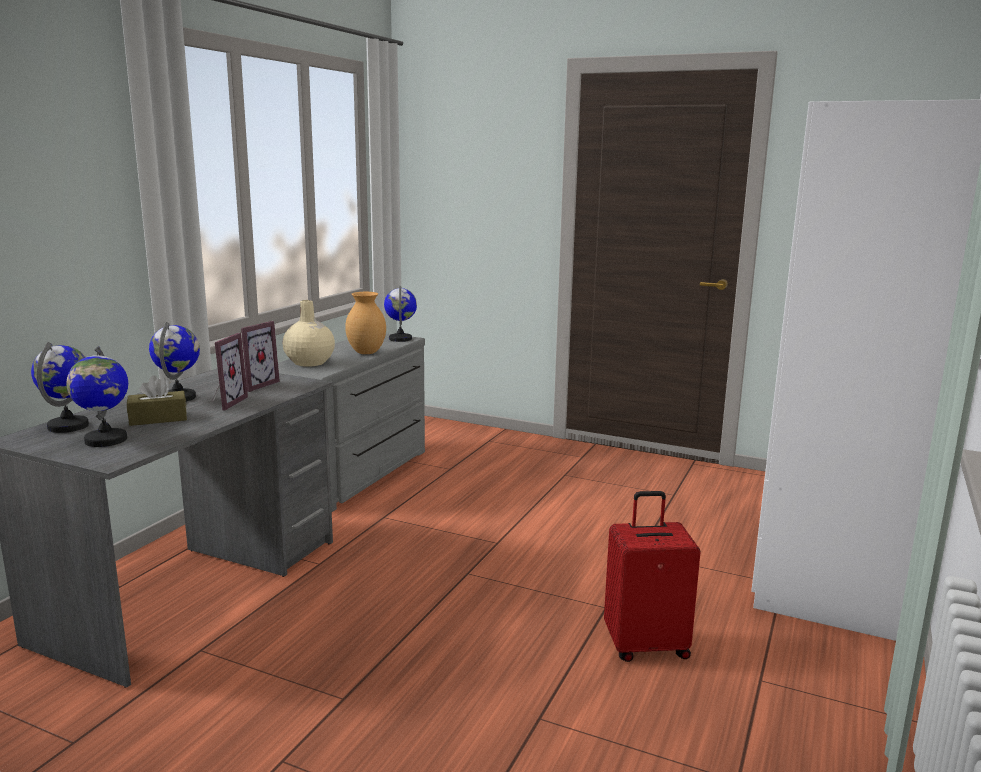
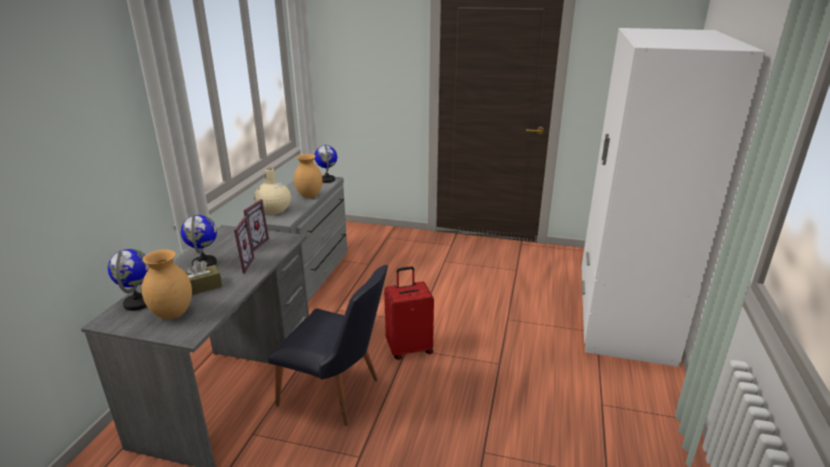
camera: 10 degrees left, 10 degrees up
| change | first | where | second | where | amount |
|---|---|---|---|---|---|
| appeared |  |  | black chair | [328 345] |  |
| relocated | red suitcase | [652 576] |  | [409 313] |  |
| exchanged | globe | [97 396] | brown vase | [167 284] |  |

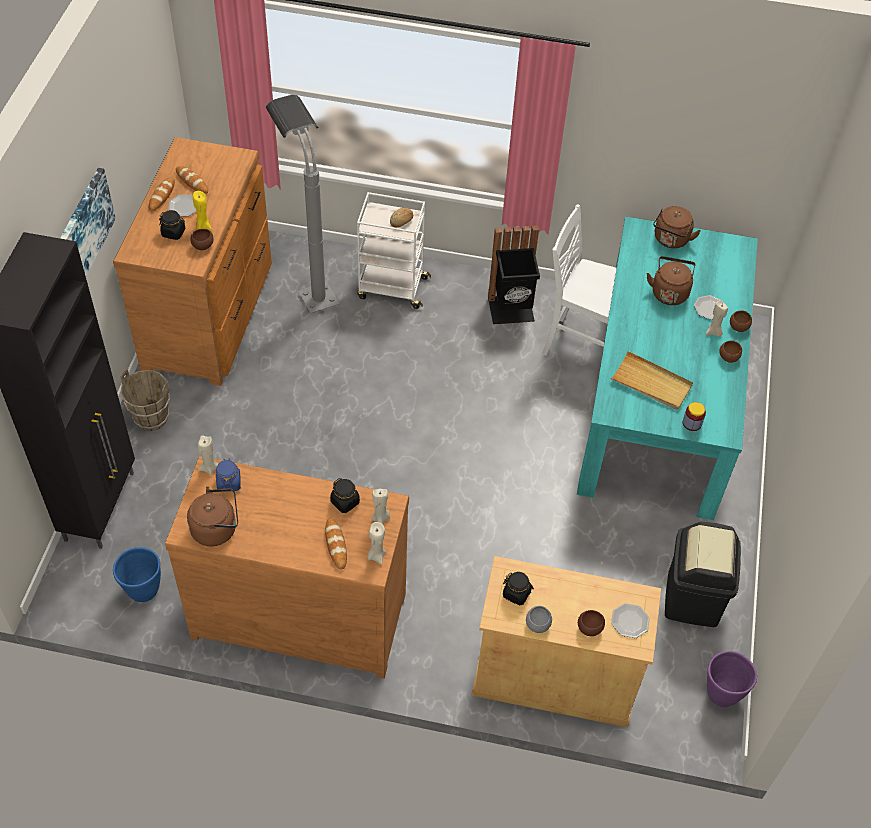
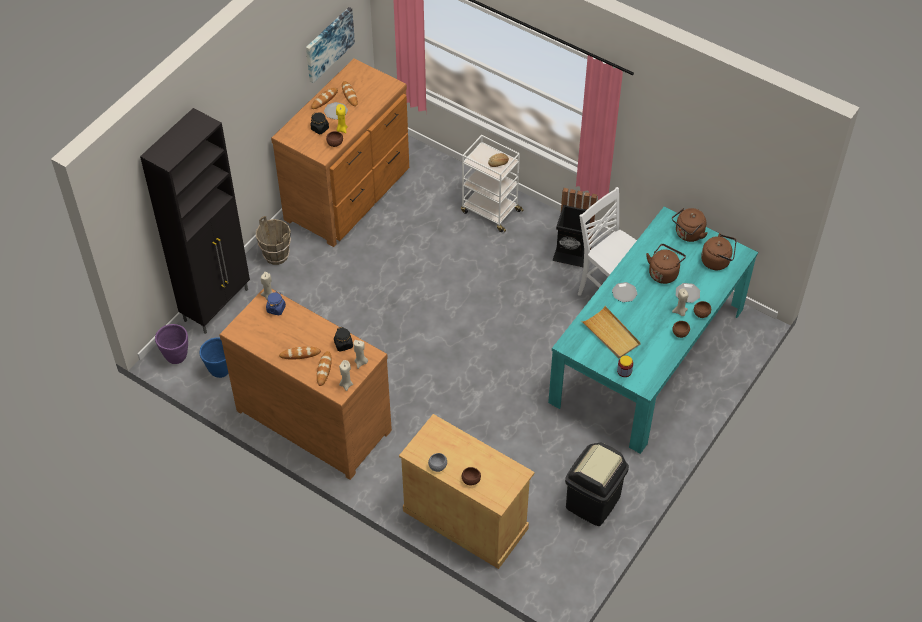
camera: 25 degrees right, 0 degrees up
| change | first | where | second | where | amount |
|---|---|---|---|---|---|
| missing | grey floor lamp | [303 204] |  |  |  |
| missing | black jar | [518 588] |  |  |  |
| appeared |  |  | bread | [300 352] |  |
| relocated | picture | [88 222] |  | [330 45] |  |
| relocated | brown kettle | [212 516] |  | [718 251] |  |
| relocated | plate | [630 620] |  | [624 292] |  |
| relocated | purple planter | [732 679] |  | [171 344] |  |

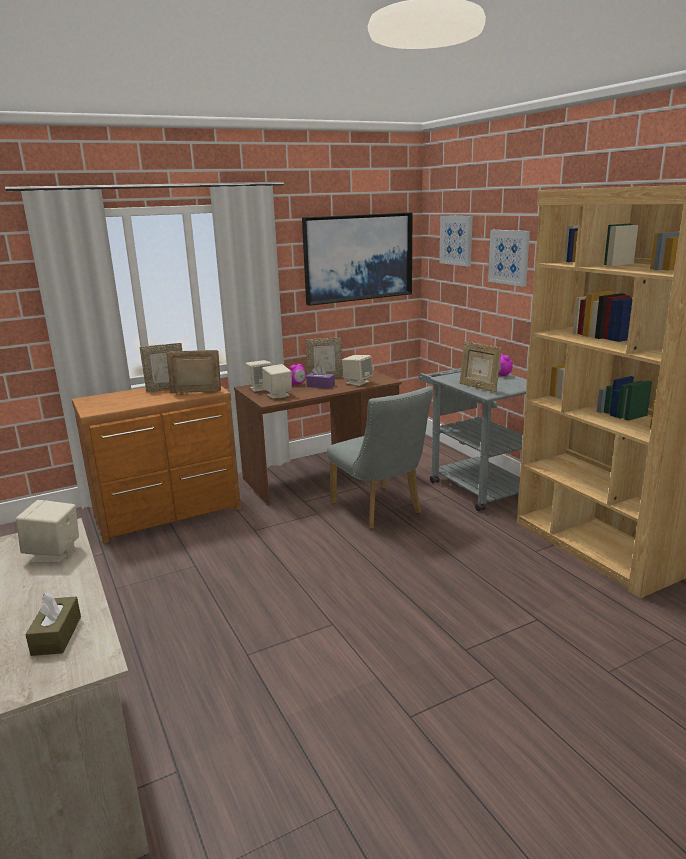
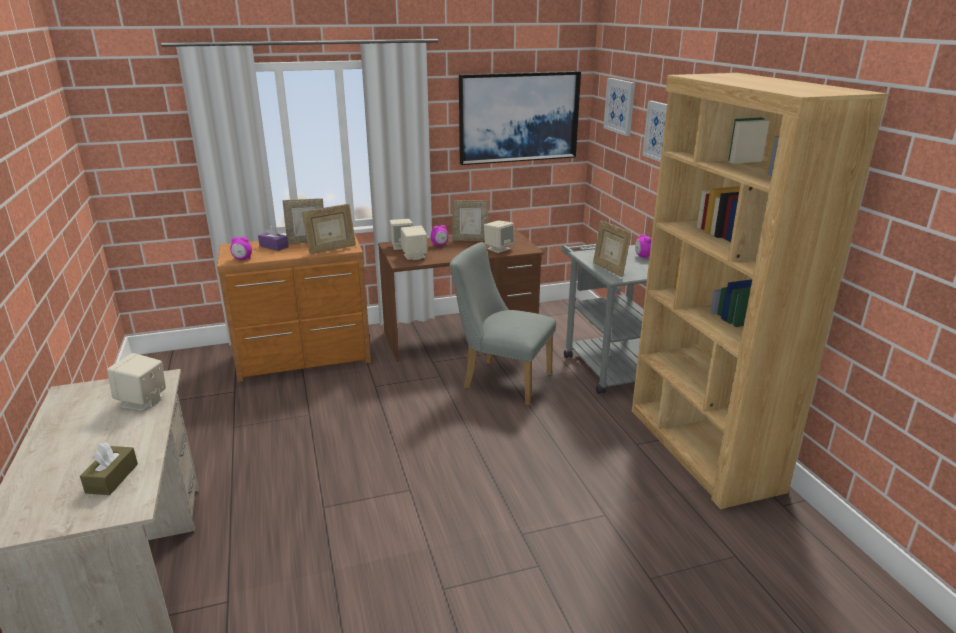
camera: 10 degrees right, 5 degrees up
| change | first | where | second | where | amount |
|---|---|---|---|---|---|
| appeared |  |  | alarm clock | [241 248] |  |
| relocated | purple tissue box | [320 377] |  | [273 238] |  |
| spun | picture frame | [193 371] |  | [329 229] | 150 degrees clockwise |
| spun | grey chair | [380 457] |  | [503 324] | 135 degrees clockwise |

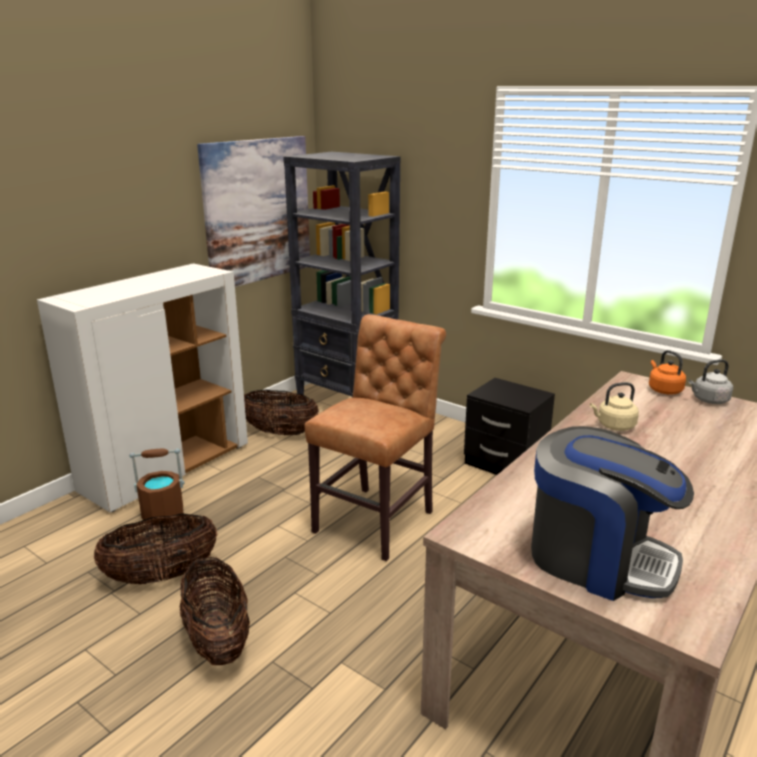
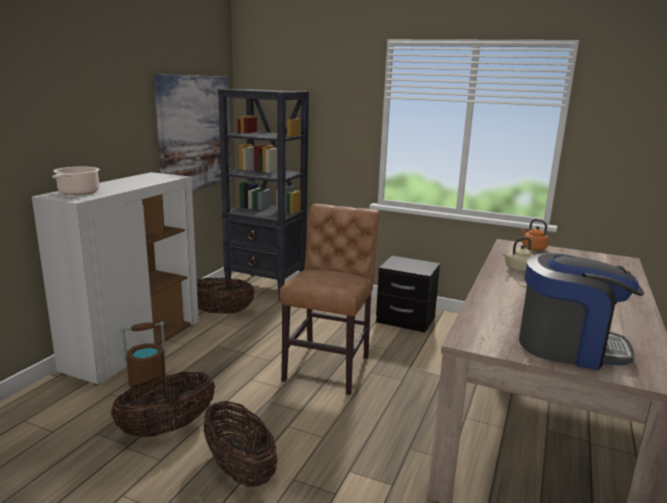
camera: 15 degrees left, 5 degrees down
| change | first | where | second | where | amount |
|---|---|---|---|---|---|
| missing | grey kettle | [710 381] |  |  |  |
| appeared |  |  | cooking pot | [76 181] |  |

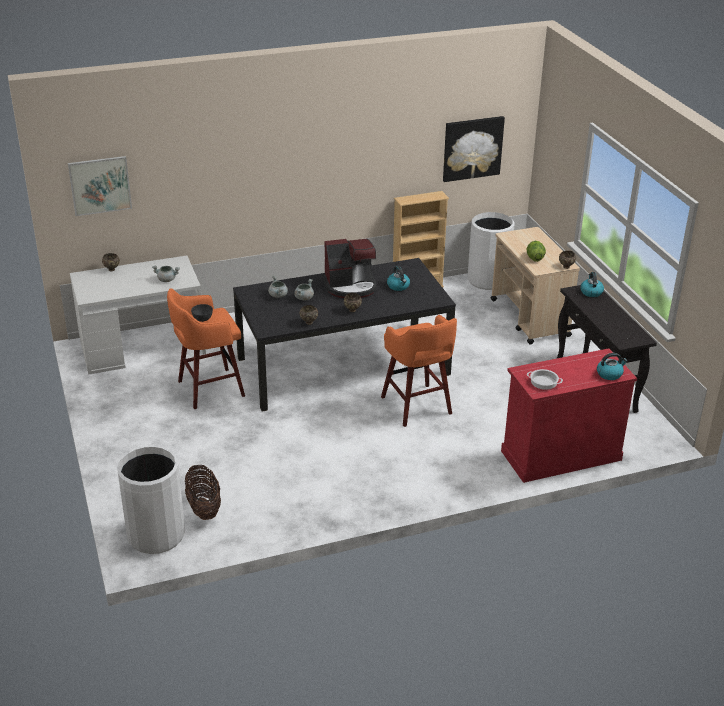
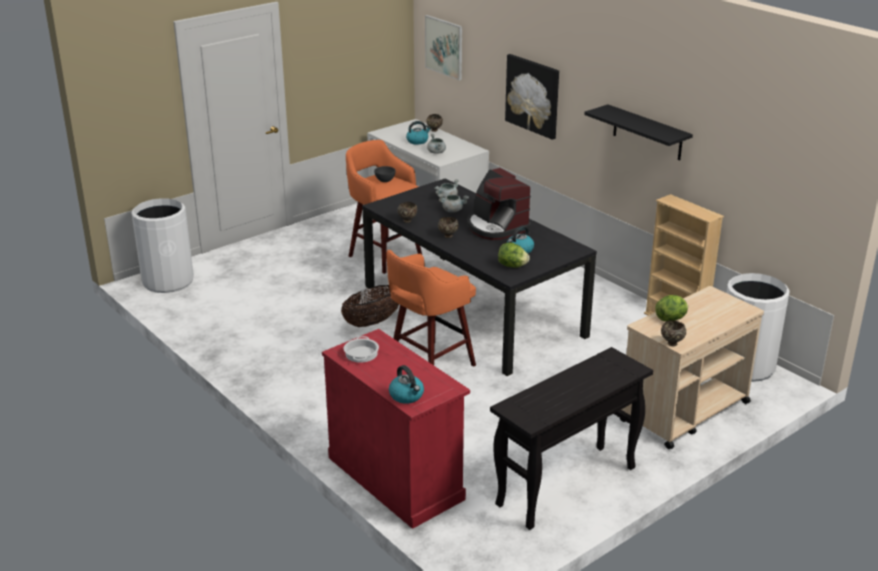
camera: 70 degrees right, 5 degrees down
| change | first | where | second | where | amount |
|---|---|---|---|---|---|
| appeared |  |  | lettuce | [514 255] |  |
| appeared |  |  | black shelf | [638 132] |  |
| relocated | basket | [203 492] |  | [370 306] |  |
| relocated | picture | [474 149] |  | [532 97] |  |
| relocated | kettle | [592 284] |  | [418 133] |  |

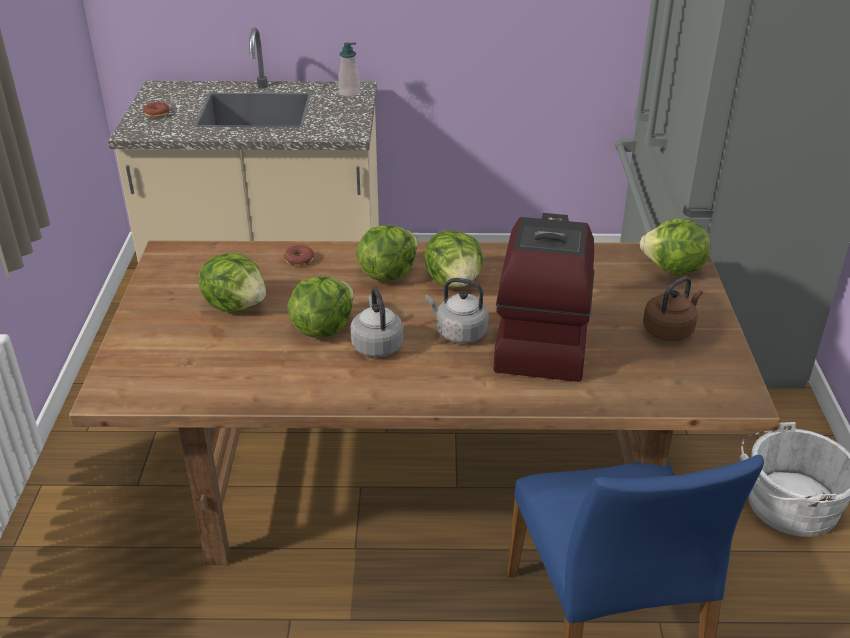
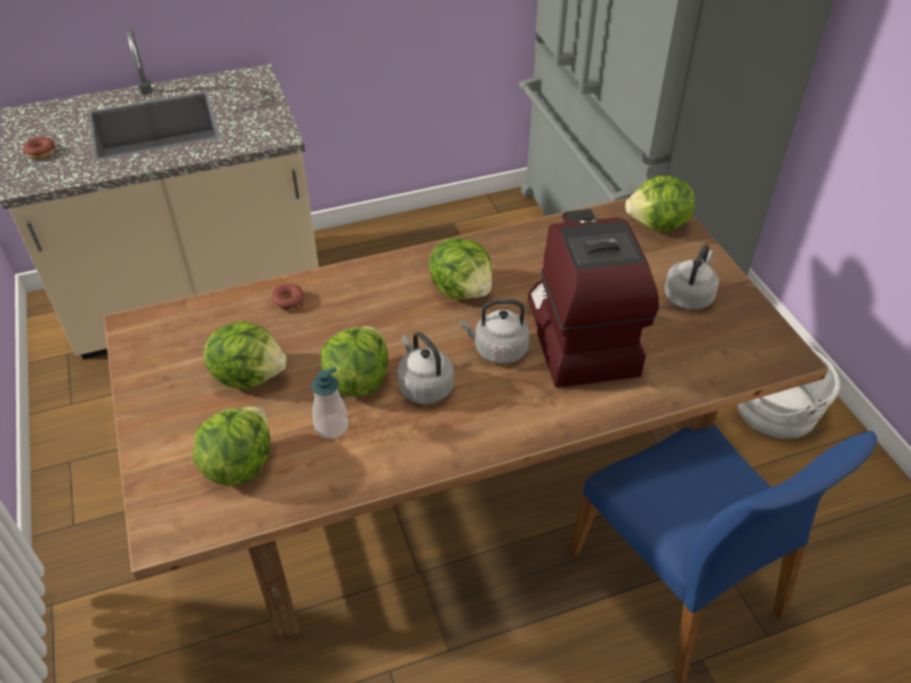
camera: 20 degrees left, 10 degrees up
| change | first | where | second | where | amount |
|---|---|---|---|---|---|
| relocated | soap dispenser | [349 69] |  | [329 403] |  |
| relocated | lettuce | [387 253] |  | [231 446] |  |
| colour | brown kettle | [673 309] | grey kettle | [691 277] |  |

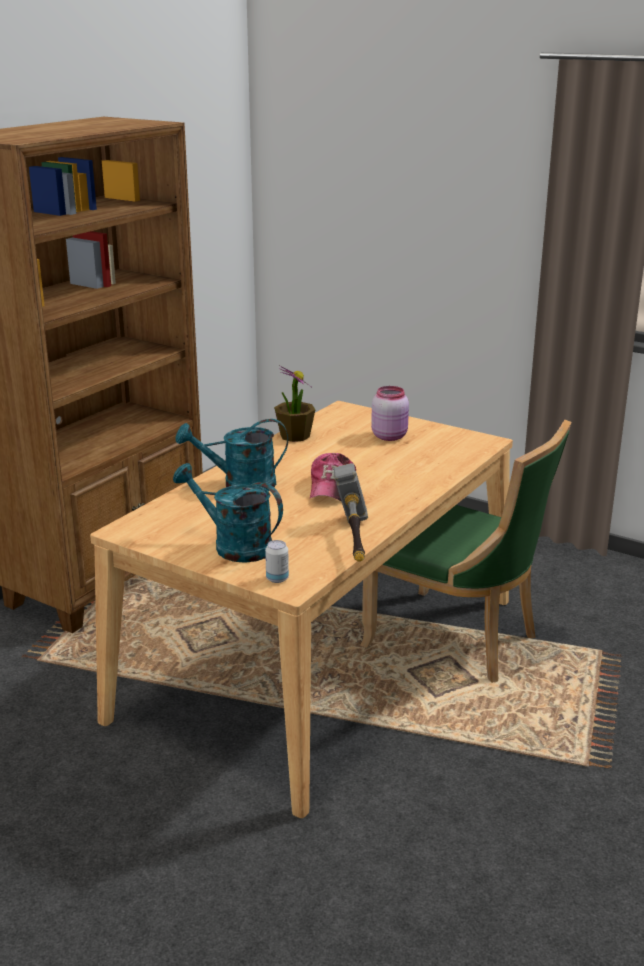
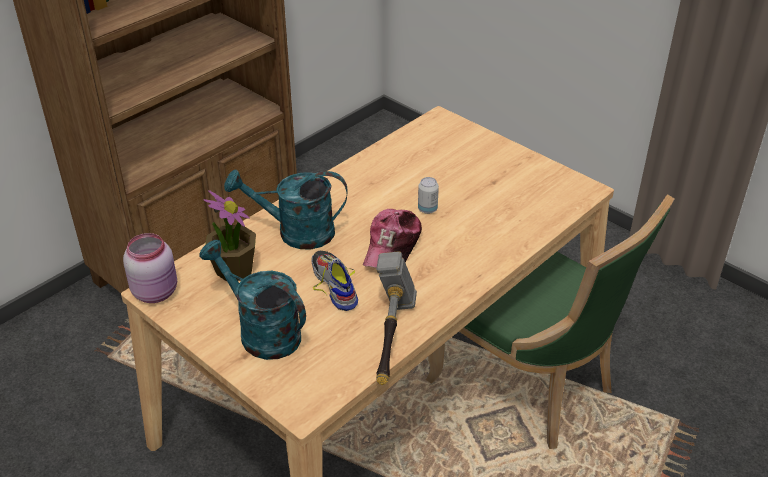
camera: 10 degrees right, 15 degrees up
| change | first | where | second | where | amount |
|---|---|---|---|---|---|
| appeared |  |  | shoe | [334 281] |  |
| relocated | can | [277 561] |  | [428 195] |  |
| relocated | potted plant | [294 403] |  | [229 235] |  |
| relocated | pink jar | [390 413] |  | [150 268] |  |

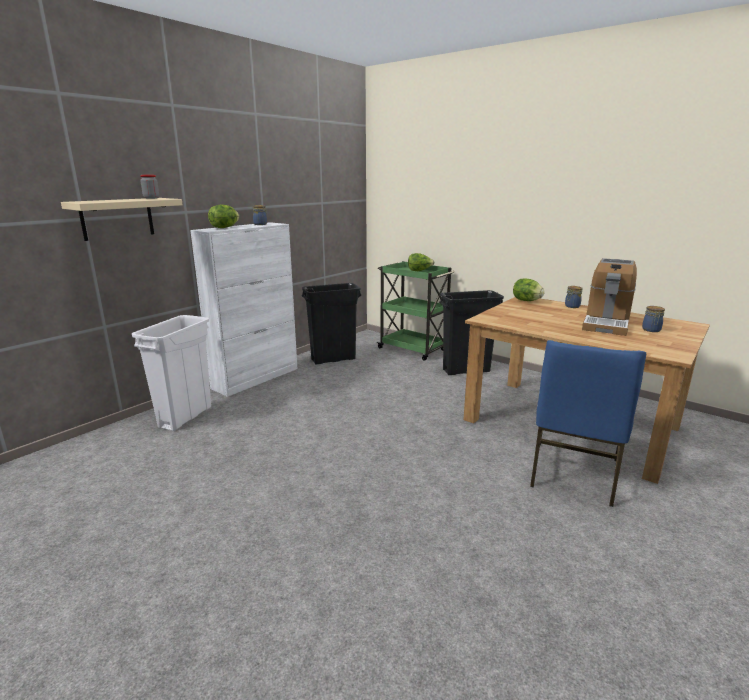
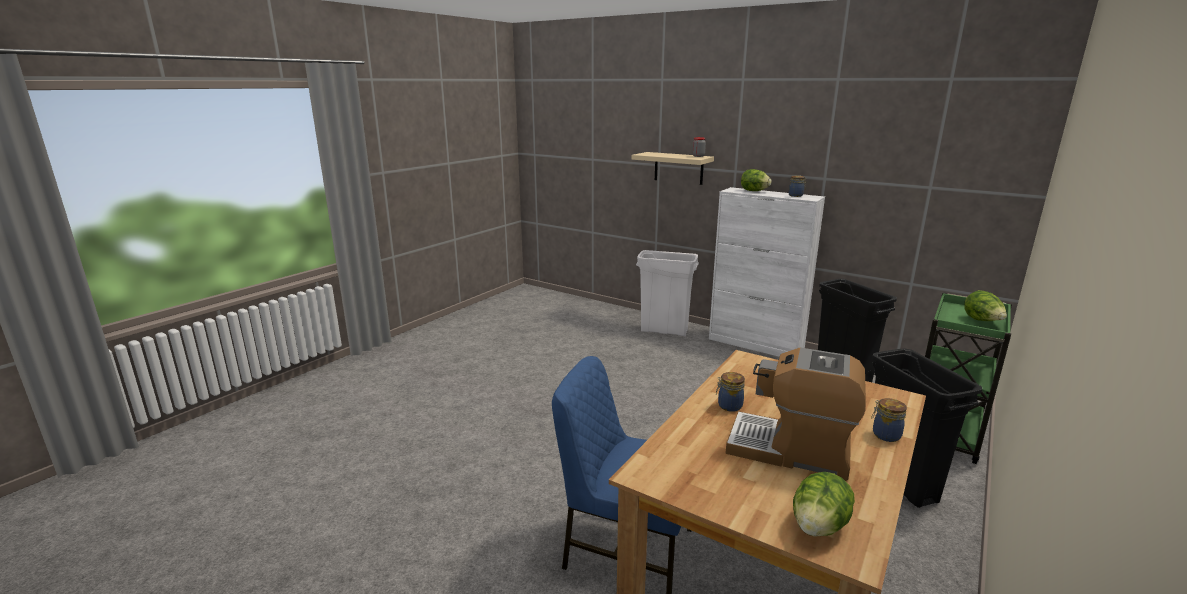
camera: 85 degrees right, 0 degrees up
| change | first | where | second | where | amount |
|---|---|---|---|---|---|
| relocated | lettuce | [529 289] |  | [824 504] |  |
| relocated | jar | [653 319] |  | [730 392] |  |

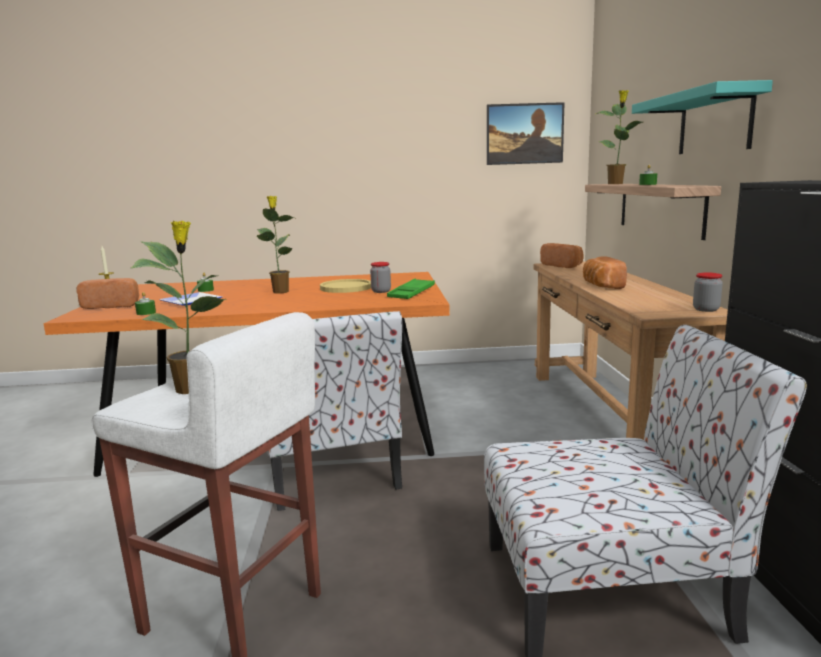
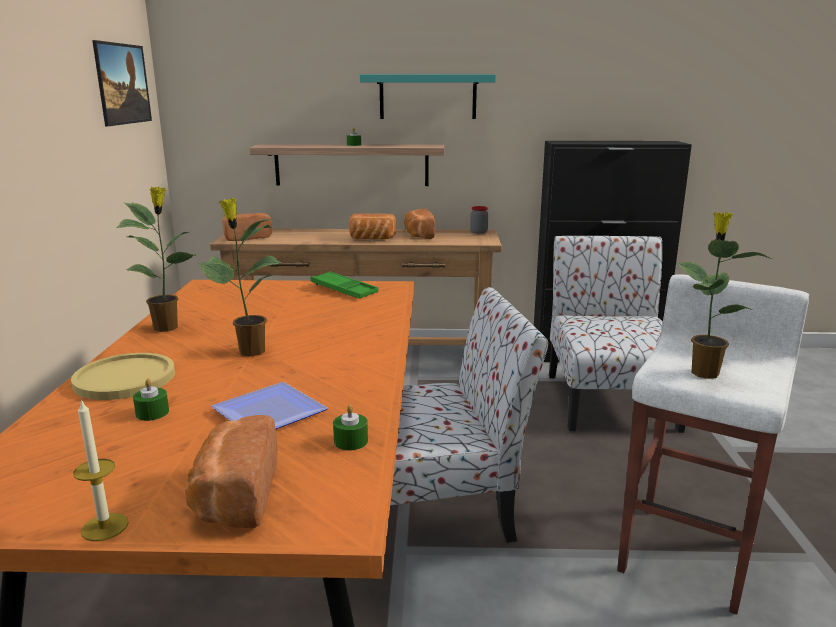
camera: 85 degrees left, 5 degrees up
| change | first | where | second | where | amount |
|---|---|---|---|---|---|
| missing | jar | [380 277] |  |  |  |
| appeared |  |  | bread | [419 224] |  |
| relocated | yellow plate | [345 286] |  | [123 376] |  |
| relocated | potted plant | [619 137] |  | [156 259] |  |

